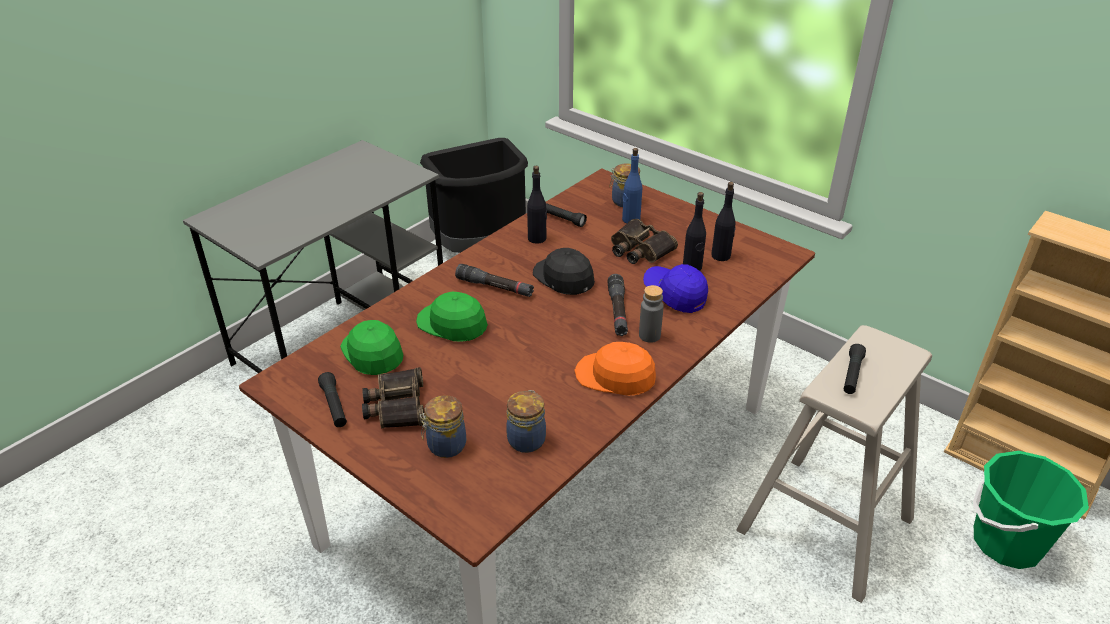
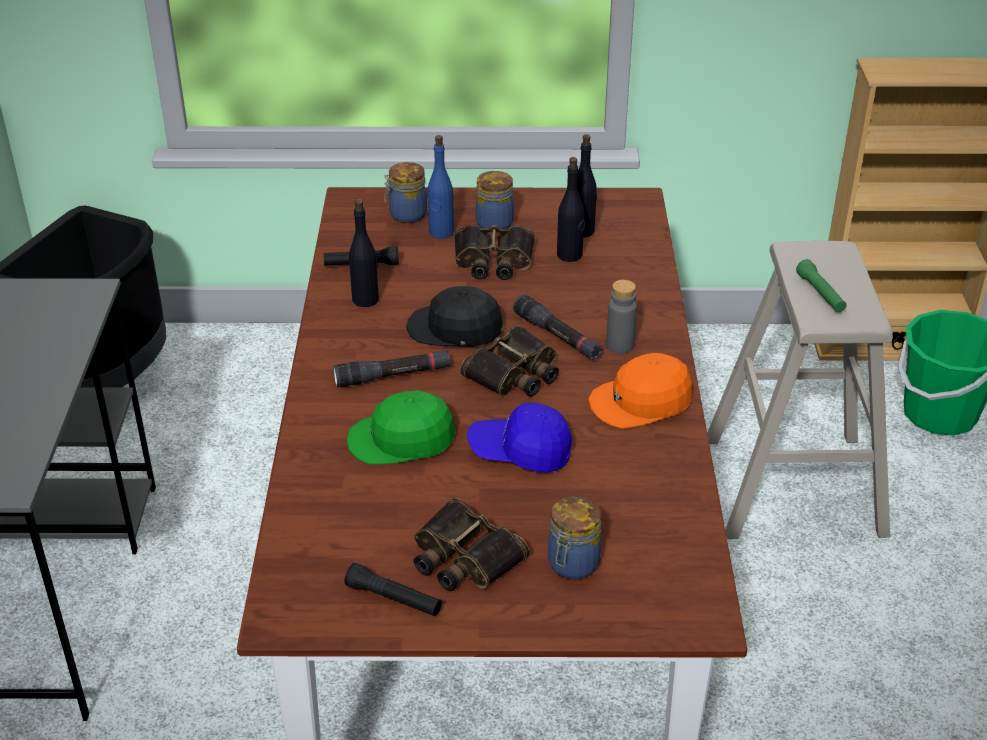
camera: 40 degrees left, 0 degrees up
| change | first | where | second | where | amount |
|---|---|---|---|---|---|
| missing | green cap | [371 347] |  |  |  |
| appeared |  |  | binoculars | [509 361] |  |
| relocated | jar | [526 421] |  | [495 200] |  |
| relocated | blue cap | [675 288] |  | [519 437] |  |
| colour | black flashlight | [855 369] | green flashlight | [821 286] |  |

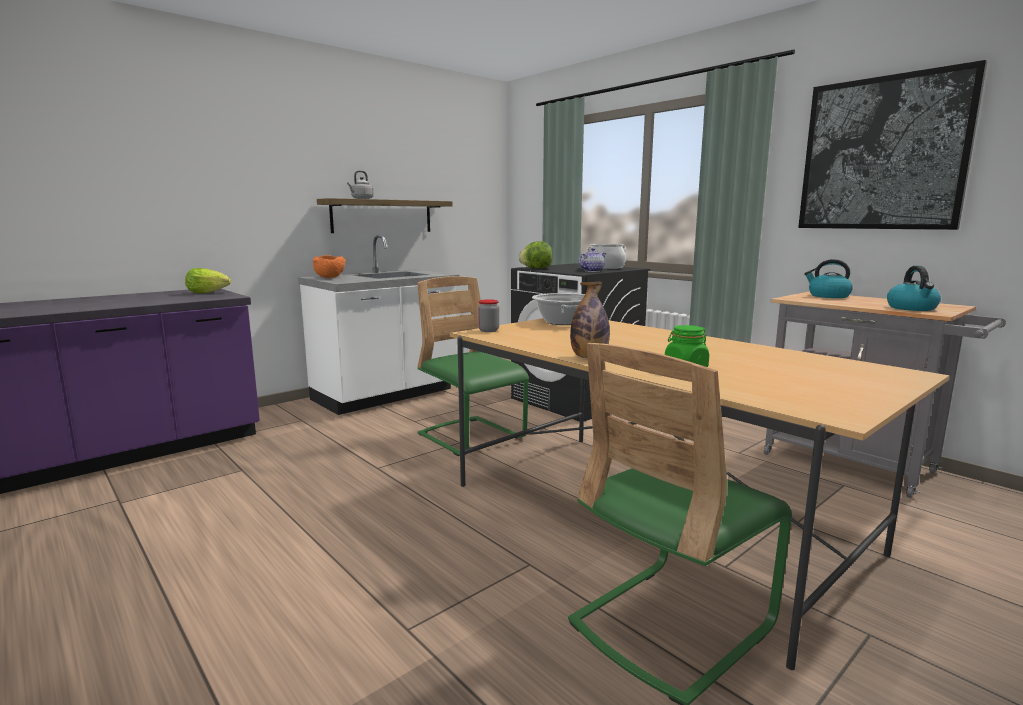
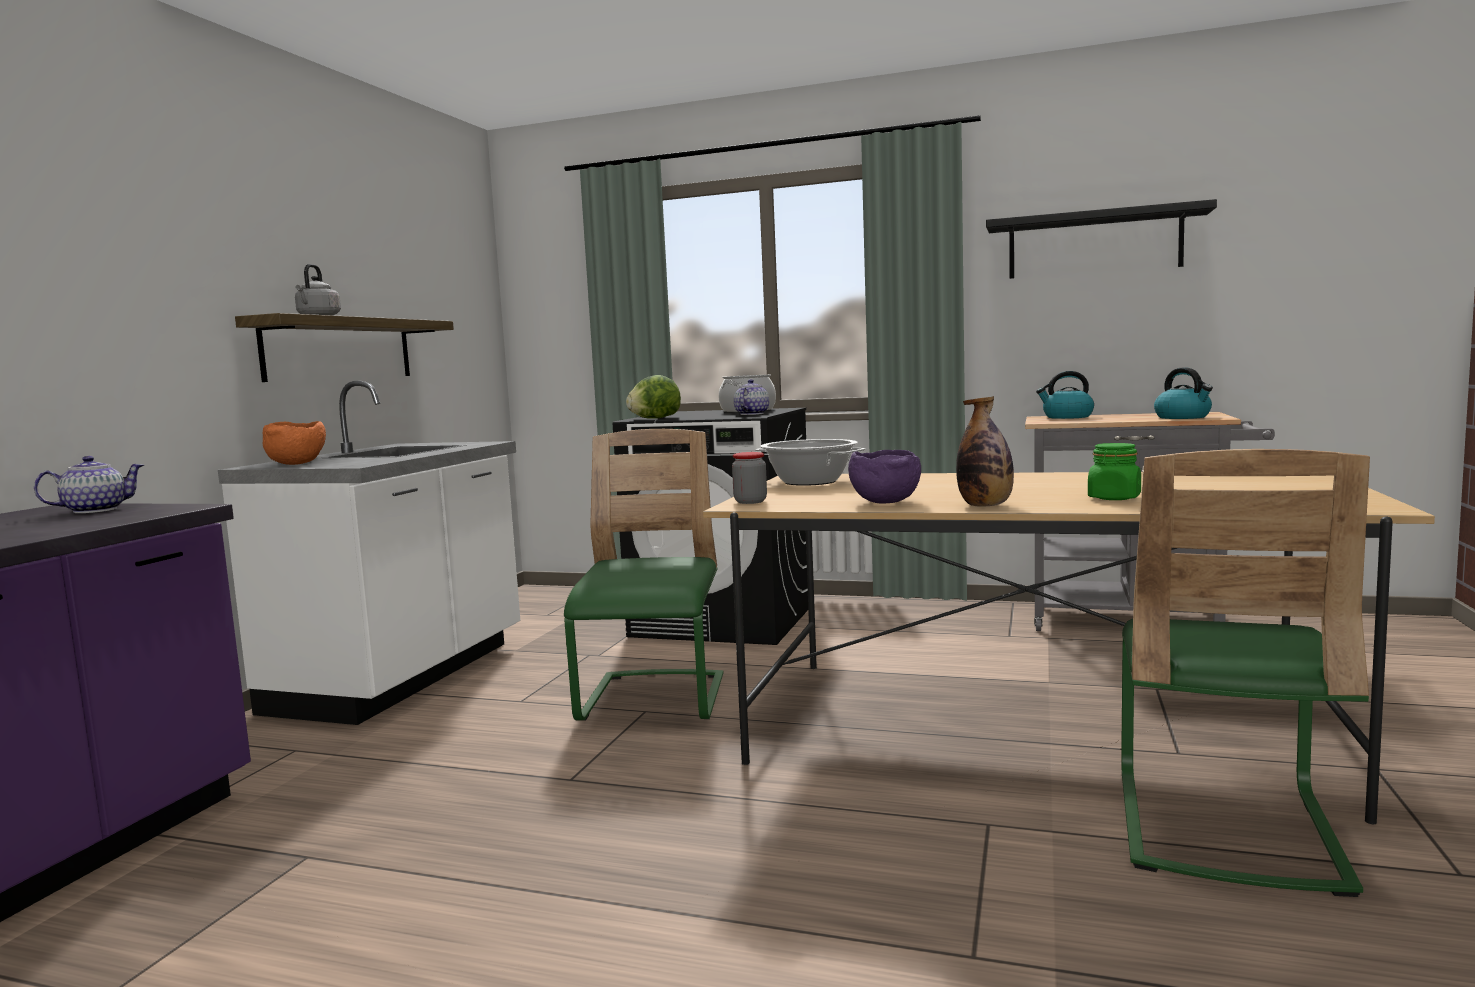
camera: 30 degrees left, 5 degrees down
| change | first | where | second | where | amount |
|---|---|---|---|---|---|
| appeared |  |  | purple bowl | [884 477] |  |
| exchanged | lettuce | [208 280] | teapot | [89 484] |  |
| exchanged | picture | [892 145] | black shelf | [1101 239] |  |
| spun | green chair | [473 366] |  | [644 575] | 75 degrees clockwise |

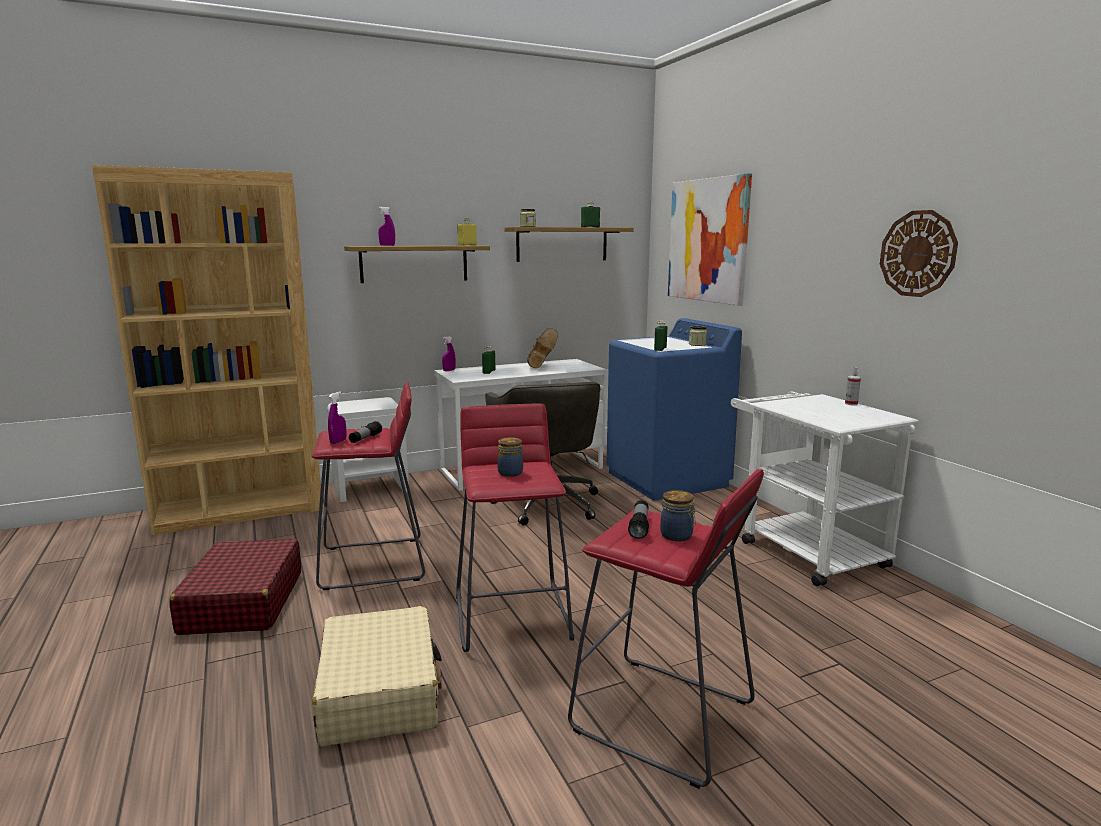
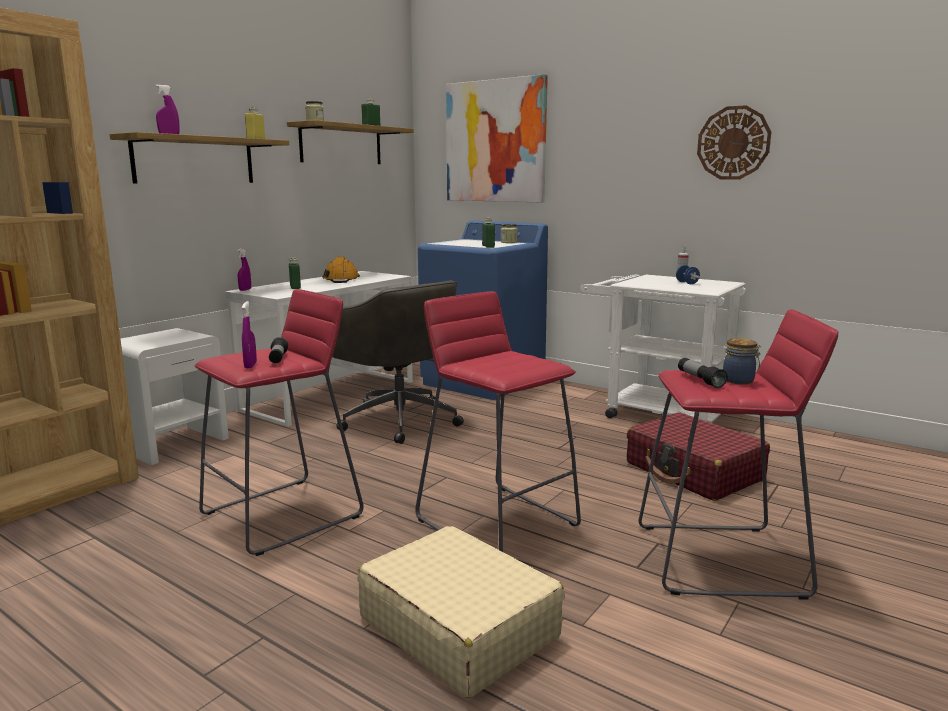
camera: 30 degrees left, 0 degrees up
| change | first | where | second | where | amount |
|---|---|---|---|---|---|
| missing | jar | [510 457] |  |  |  |
| appeared |  |  | blue dumbbell | [688 274] |  |
| relocated | red suitcase | [235 587] |  | [698 456] |  |
| exchanged | brown boot | [542 348] | orange hard hat | [341 270] |  |

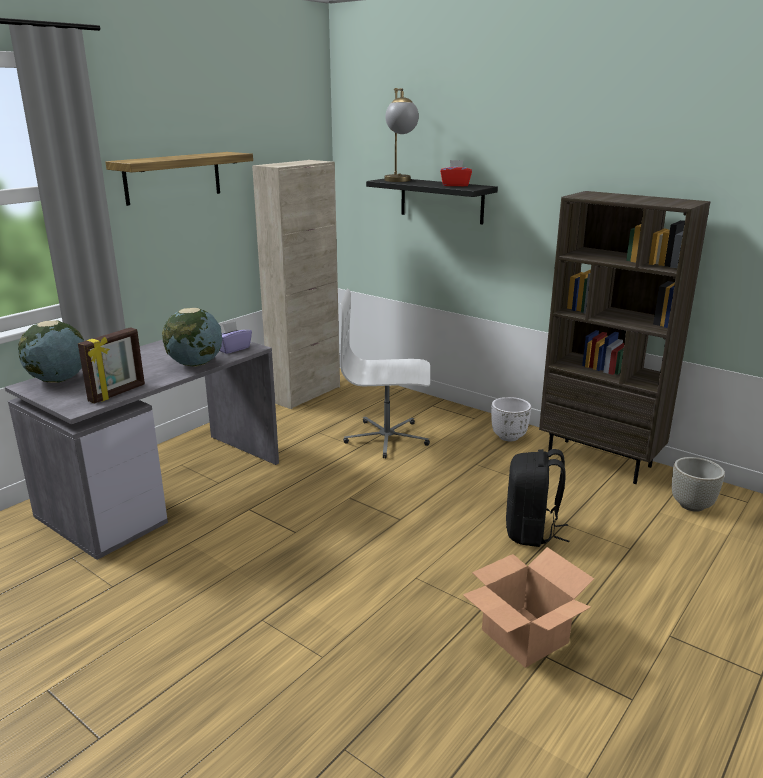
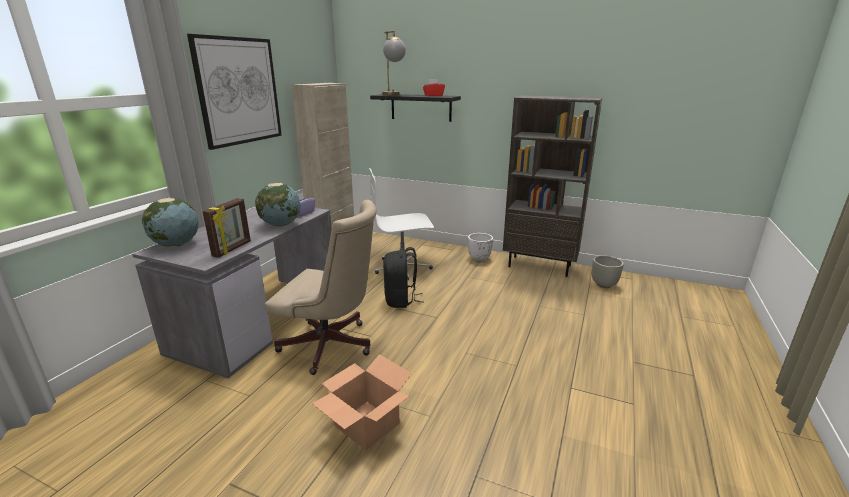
camera: 15 degrees left, 0 degrees up
| change | first | where | second | where | amount |
|---|---|---|---|---|---|
| appeared |  |  | beige office chair | [321 287] |  |
| relocated | cardboard box | [528 607] |  | [362 402] |  |
| relocated | black backpack | [537 498] |  | [403 277] |  |
| exchanged | shelf | [179 179] | picture | [234 92] |  |

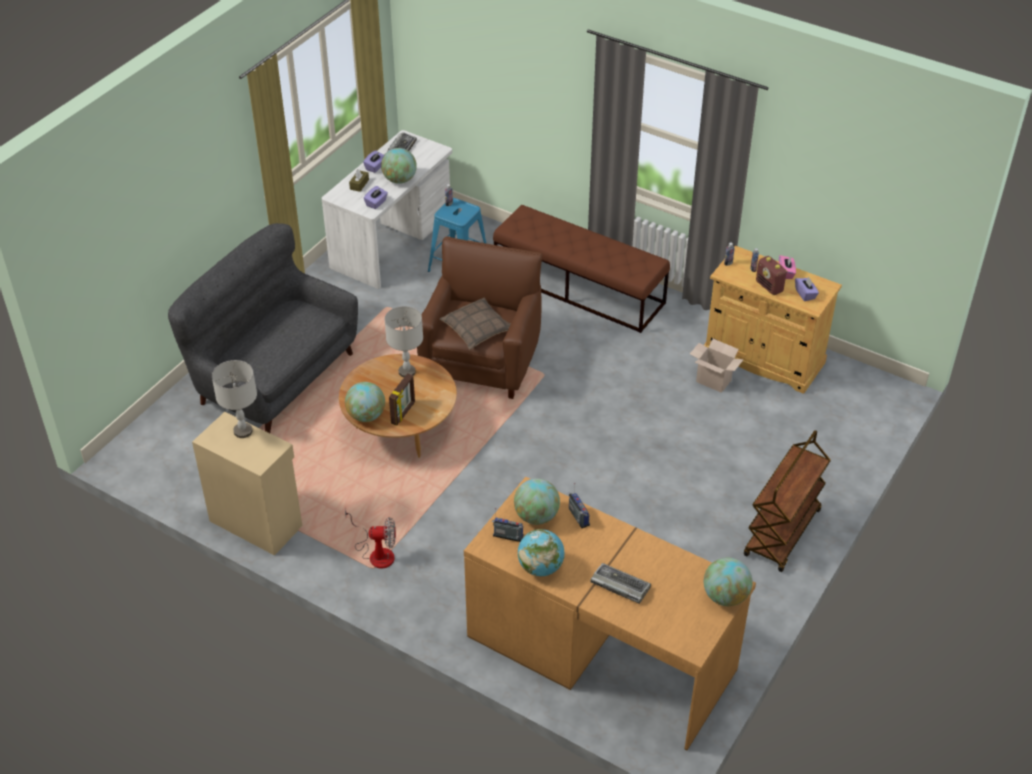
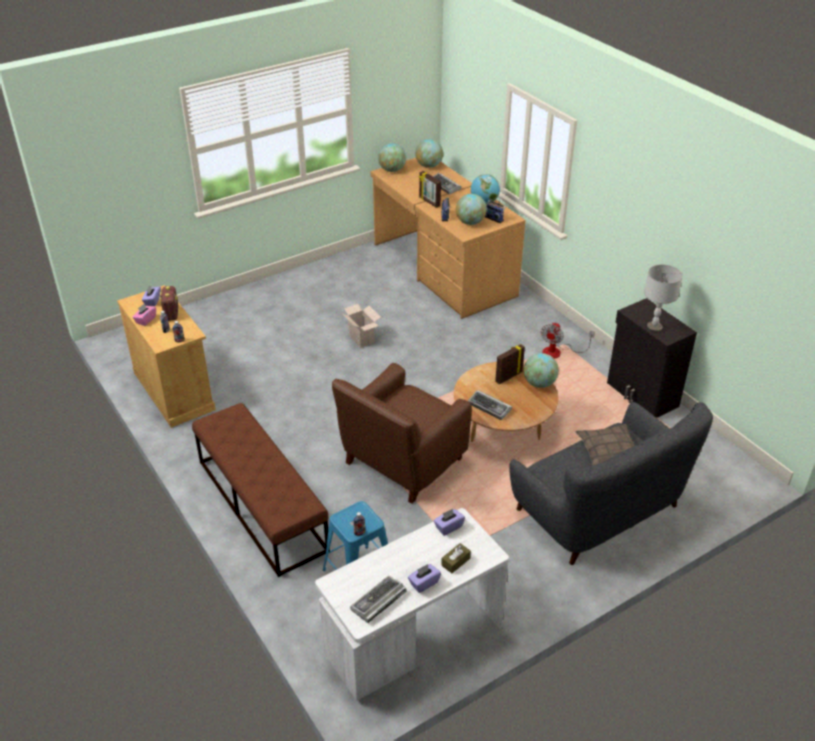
camera: 155 degrees left, 5 degrees down
| change | first | where | second | where | amount |
|---|---|---|---|---|---|
| missing | brown cart | [787 501] |  |  |  |
| appeared |  |  | picture frame | [430 189] |  |
| relocated | globe | [399 166] |  | [429 153] |  |
| relocated | pillow | [475 324] |  | [605 444] |  |
| relocated | cardboard box | [717 366] |  | [361 326] |  |
| exchanged | grey table lamp | [404 342] | keyboard | [490 405] |  |
| colour | beige cabinet | [247 483] | black cabinet | [652 358] |  |
| spun | fan | [370 538] |  | [568 340] | 90 degrees counterclockwise |

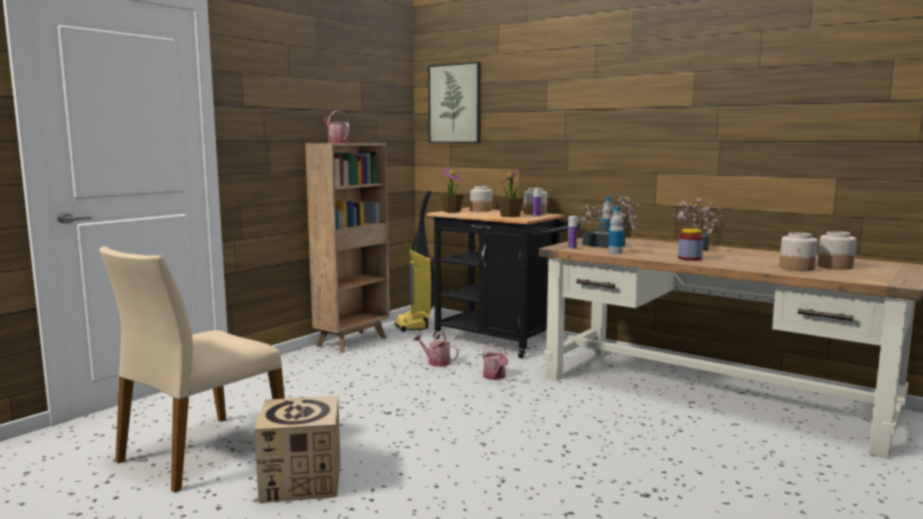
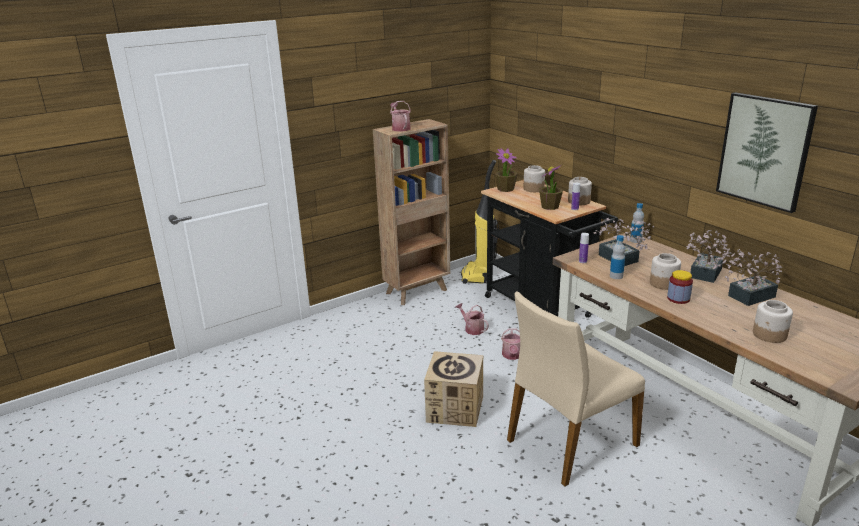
camera: 20 degrees right, 15 degrees up
| change | first | where | second | where | amount |
|---|---|---|---|---|---|
| appeared |  |  | potted plant | [752 277] |  |
| relocated | beige chair | [192 369] |  | [576 388] |  |
| relocated | cardboard box | [297 449] |  | [453 389] |  |
| relocated | picture | [454 102] |  | [767 152] |  |
| relocated | jar | [837 250] |  | [665 271] |  |

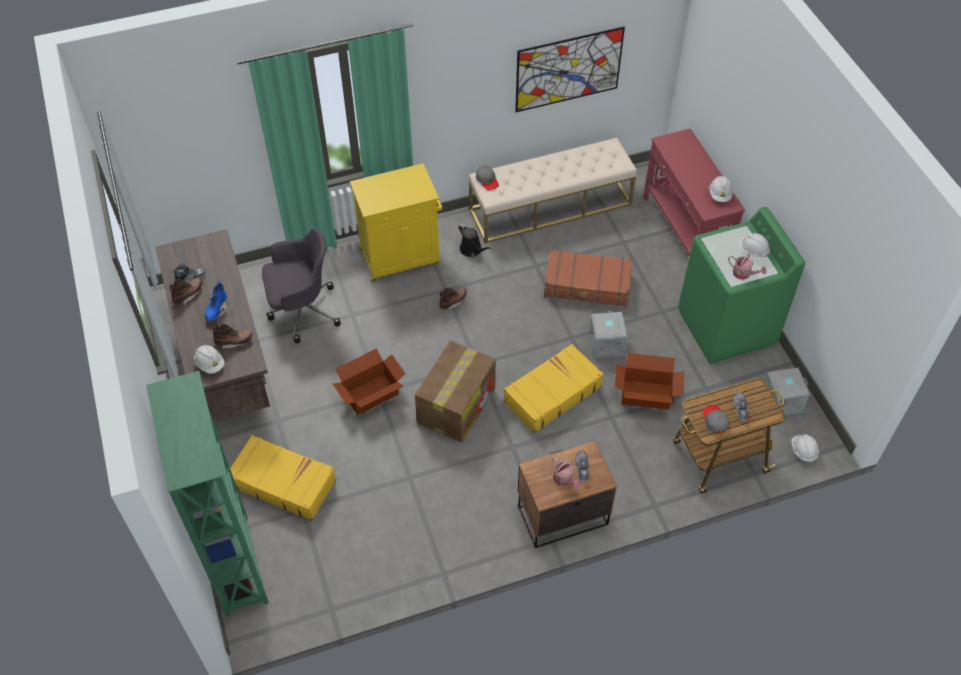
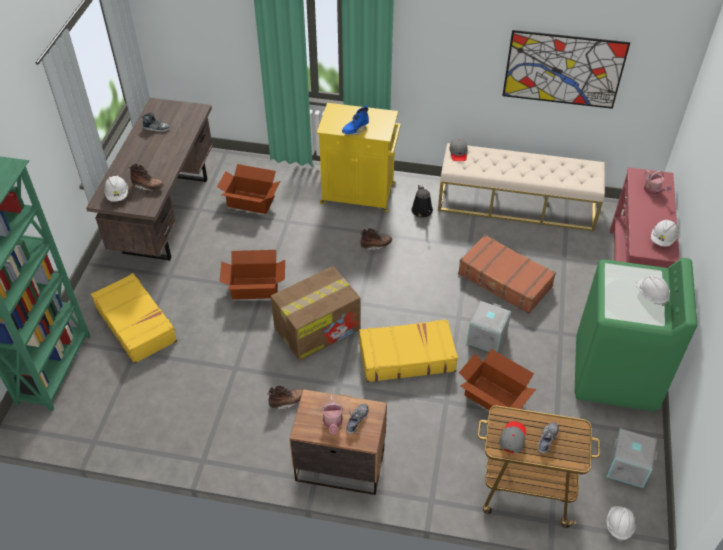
camera: 30 degrees right, 5 degrees down
| change | first | where | second | where | amount |
|---|---|---|---|---|---|
| relocated | brown boot | [186 291] |  | [285 398] |  |
| relocated | blue boot | [216 301] |  | [355 120] |  |
| relocated | watering can | [747 267] |  | [658 182] |  |
| exchanged | grey office chair | [301 285] | cardboard box | [248 189] |  |

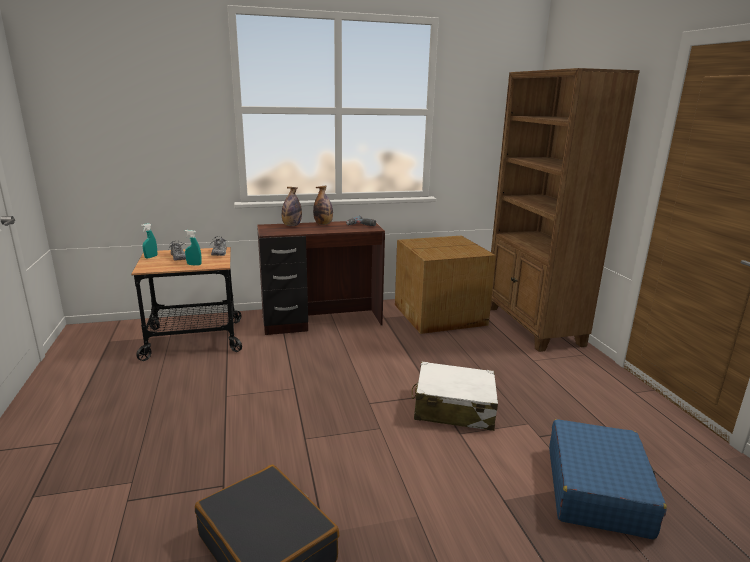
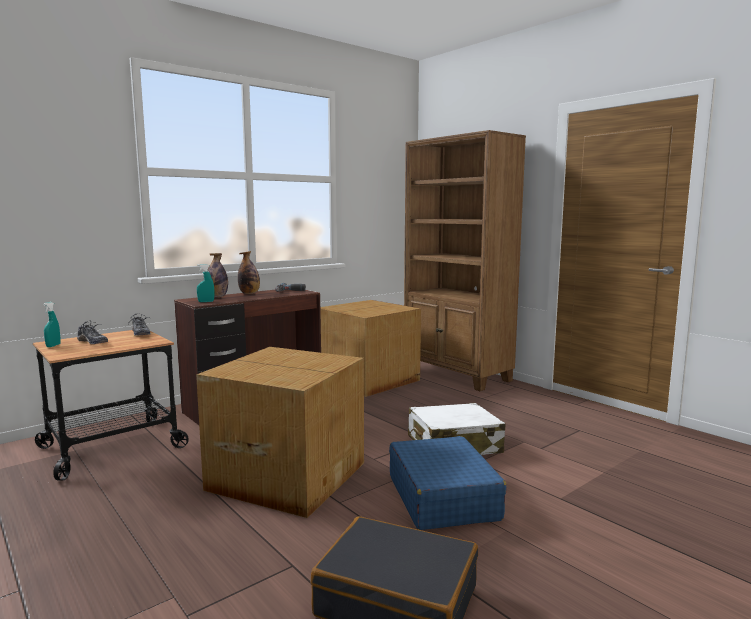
camera: 25 degrees left, 10 degrees down
| change | first | where | second | where | amount |
|---|---|---|---|---|---|
| appeared |  |  | cardboard box | [280 432] |  |
| relocated | turquoise spray bottle | [193 248] |  | [205 283] |  |
| relocated | blue suitcase | [608 479] |  | [448 483] |  |

